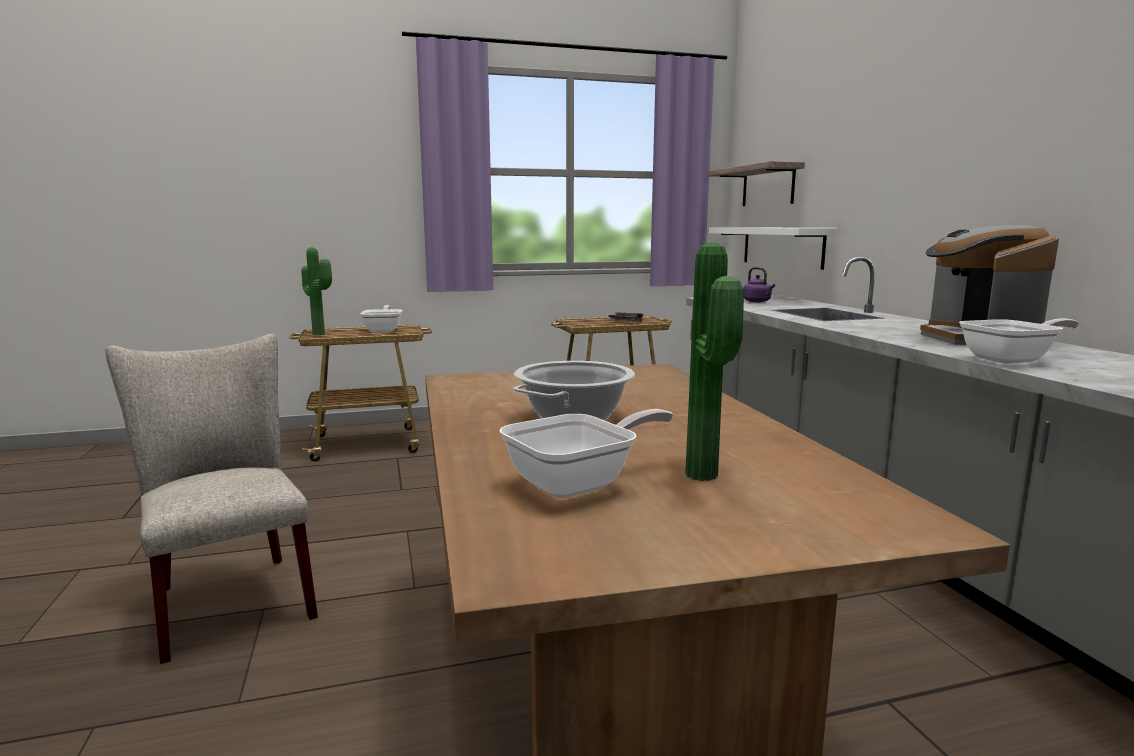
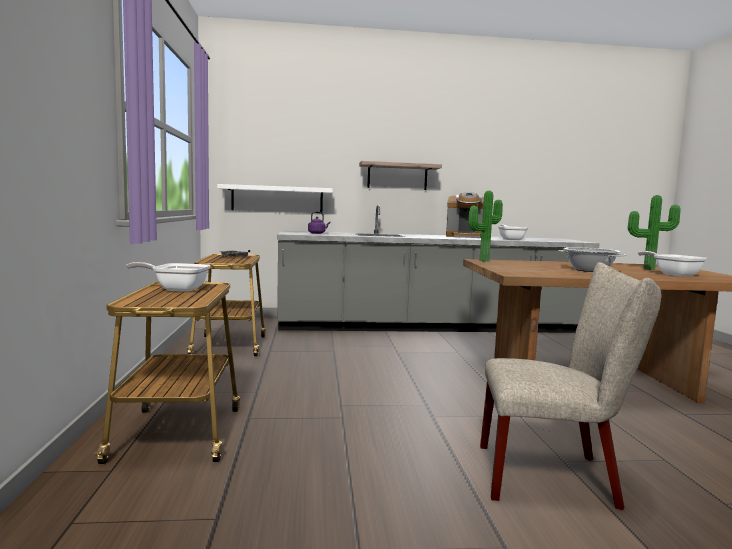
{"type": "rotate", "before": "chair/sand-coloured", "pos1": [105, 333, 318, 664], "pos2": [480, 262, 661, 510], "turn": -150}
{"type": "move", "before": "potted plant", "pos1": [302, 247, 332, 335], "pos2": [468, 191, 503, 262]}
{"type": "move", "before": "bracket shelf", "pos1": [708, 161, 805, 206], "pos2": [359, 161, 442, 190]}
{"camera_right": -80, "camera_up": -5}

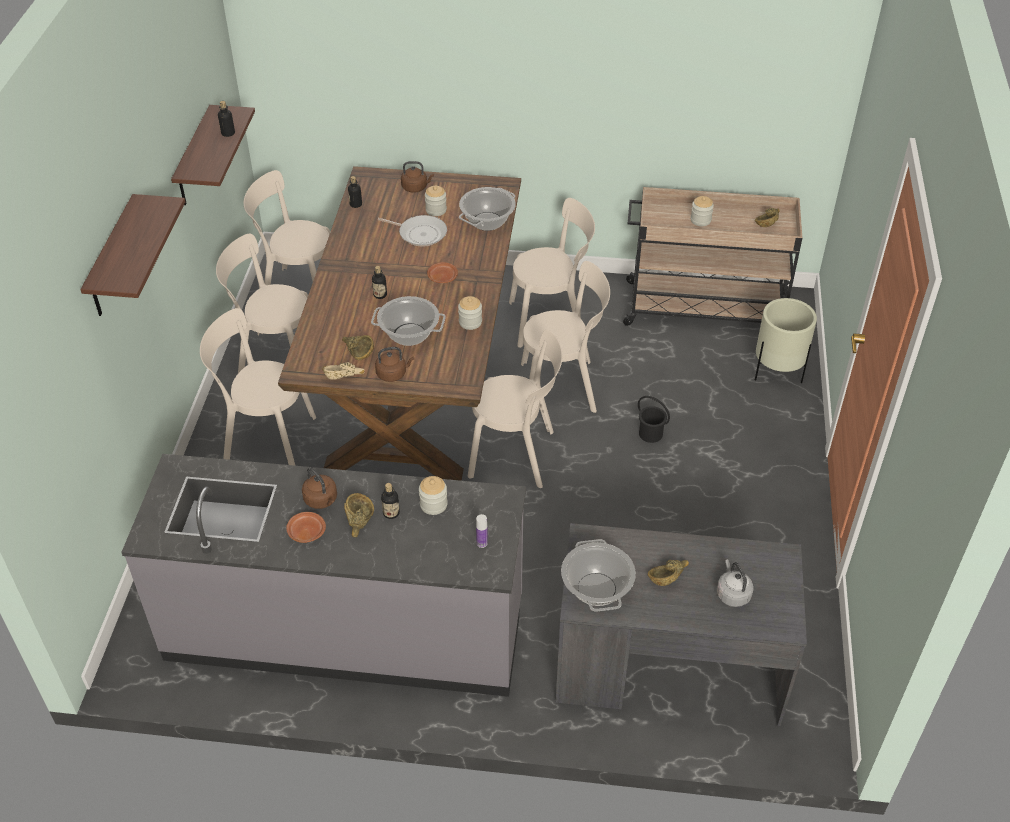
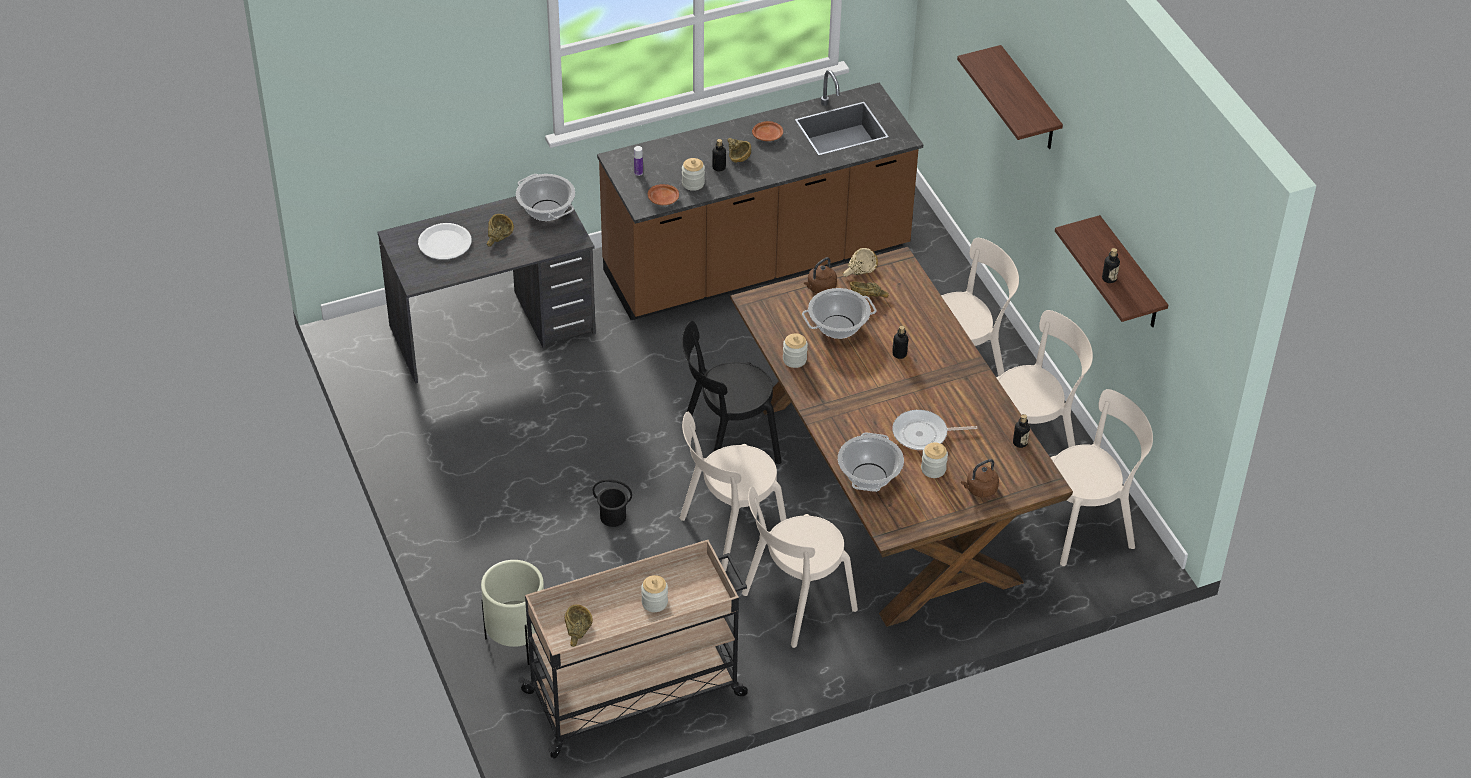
{"type": "recolor", "before": "counter/greyish", "after": "counter/brownish", "pos1": [121, 454, 526, 697], "pos2": [597, 70, 923, 320]}
{"type": "delete", "before": "kettle/brownish", "pos1": [302, 468, 337, 509]}
{"type": "move", "before": "dinner plate/brownish", "pos1": [427, 262, 458, 283], "pos2": [648, 184, 679, 205]}
{"type": "recolor", "before": "chair/sand-coloured", "after": "chair/blackish", "pos1": [468, 329, 562, 488], "pos2": [682, 321, 782, 464]}
{"type": "replace", "before": "kettle/greyish", "after": "dinner plate/white", "pos1": [717, 559, 753, 607], "pos2": [418, 223, 472, 260]}
{"camera_right": 150, "camera_up": 0}

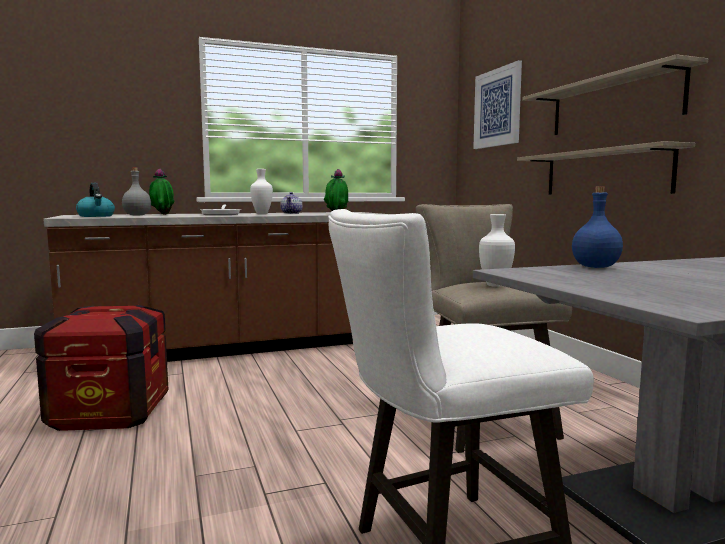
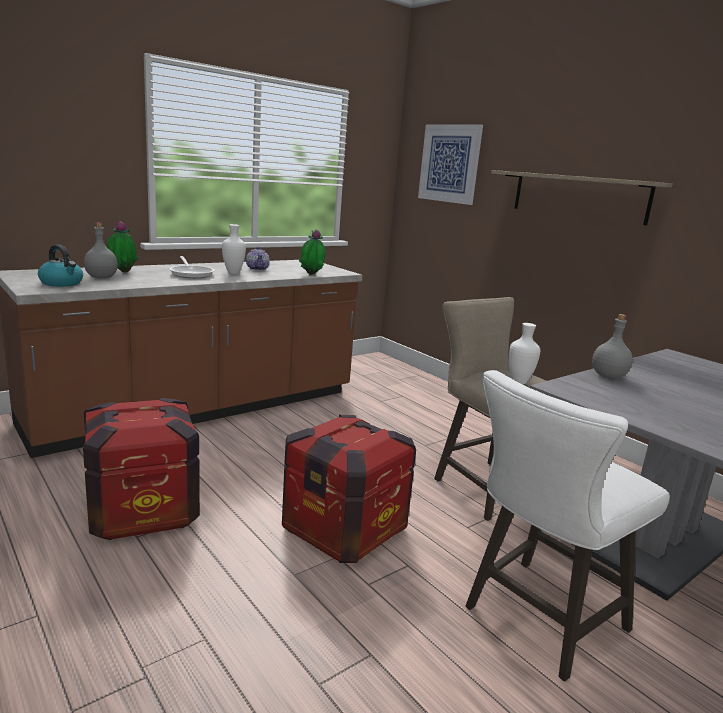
{"type": "delete", "before": "bracket shelf", "pos1": [517, 141, 695, 194]}
{"type": "recolor", "before": "bottle/bluish", "after": "bottle/greyish", "pos1": [572, 186, 623, 268], "pos2": [592, 314, 633, 379]}
{"type": "insert", "after": "shipping crate", "pos2": [282, 415, 416, 563]}
{"camera_right": -20, "camera_up": 10}

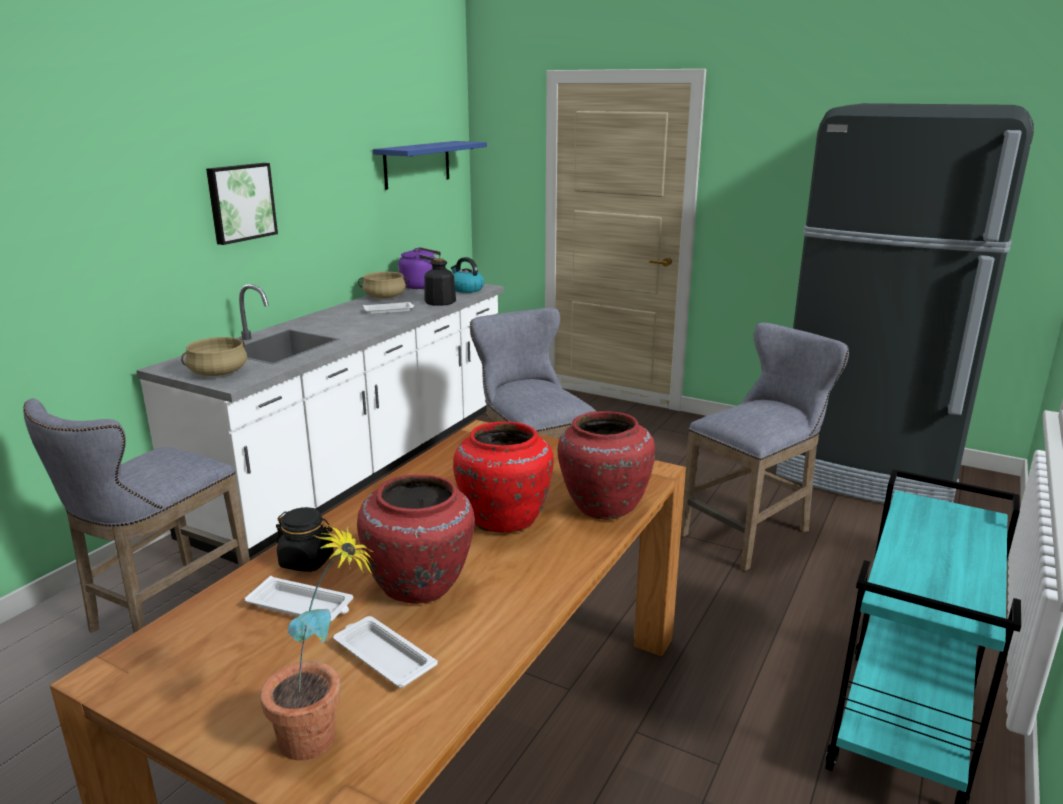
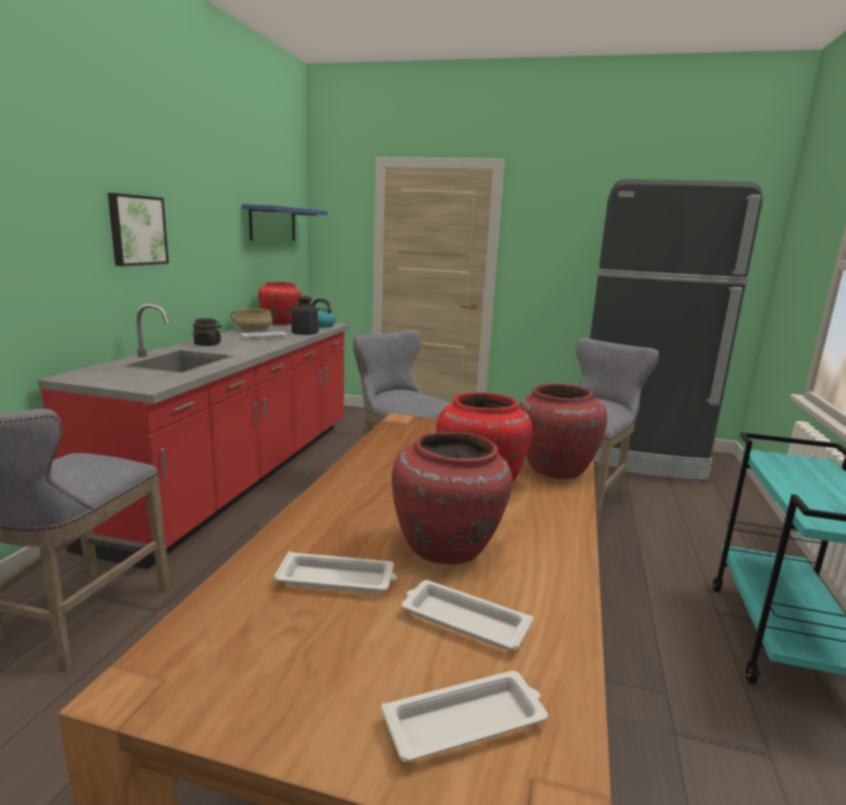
{"type": "recolor", "before": "counter/white", "after": "counter/reddish", "pos1": [136, 284, 504, 564], "pos2": [38, 303, 350, 569]}
{"type": "delete", "before": "cooking pot/sand-coloured", "pos1": [181, 337, 247, 376]}
{"type": "replace", "before": "potted plant", "after": "carrying tray/white", "pos1": [260, 523, 375, 760], "pos2": [381, 671, 548, 762]}
{"type": "move", "before": "preserve jar/blackish", "pos1": [276, 507, 334, 572], "pos2": [192, 318, 222, 346]}
{"type": "replace", "before": "kettle/purple-coloured", "after": "vase/reddish", "pos1": [398, 247, 441, 289], "pos2": [258, 282, 301, 325]}
{"camera_right": -15, "camera_up": -5}

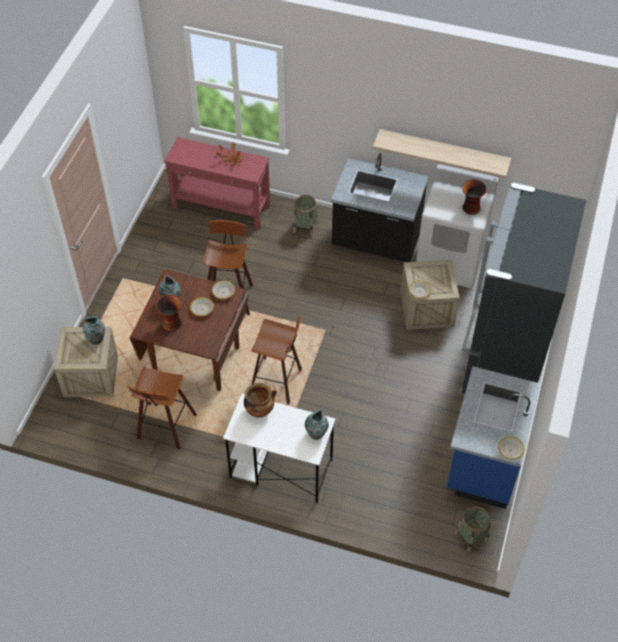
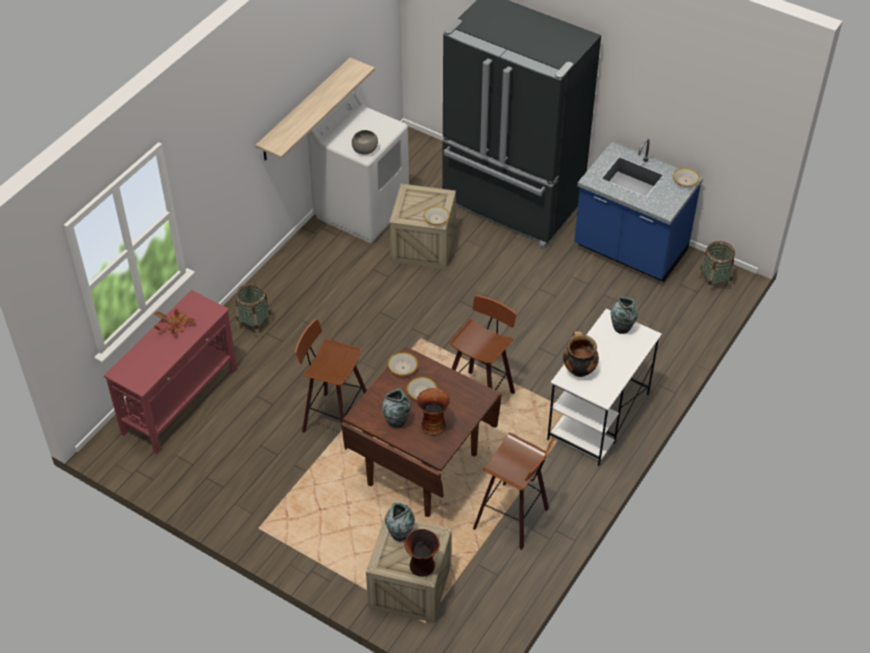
{"type": "delete", "before": "counter/blackish", "pos1": [331, 153, 429, 262]}
{"type": "move", "before": "vase", "pos1": [462, 179, 487, 215], "pos2": [404, 529, 440, 577]}
{"type": "insert", "after": "deep dish/greyish", "pos2": [352, 130, 378, 155]}
{"camera_right": -75, "camera_up": -5}

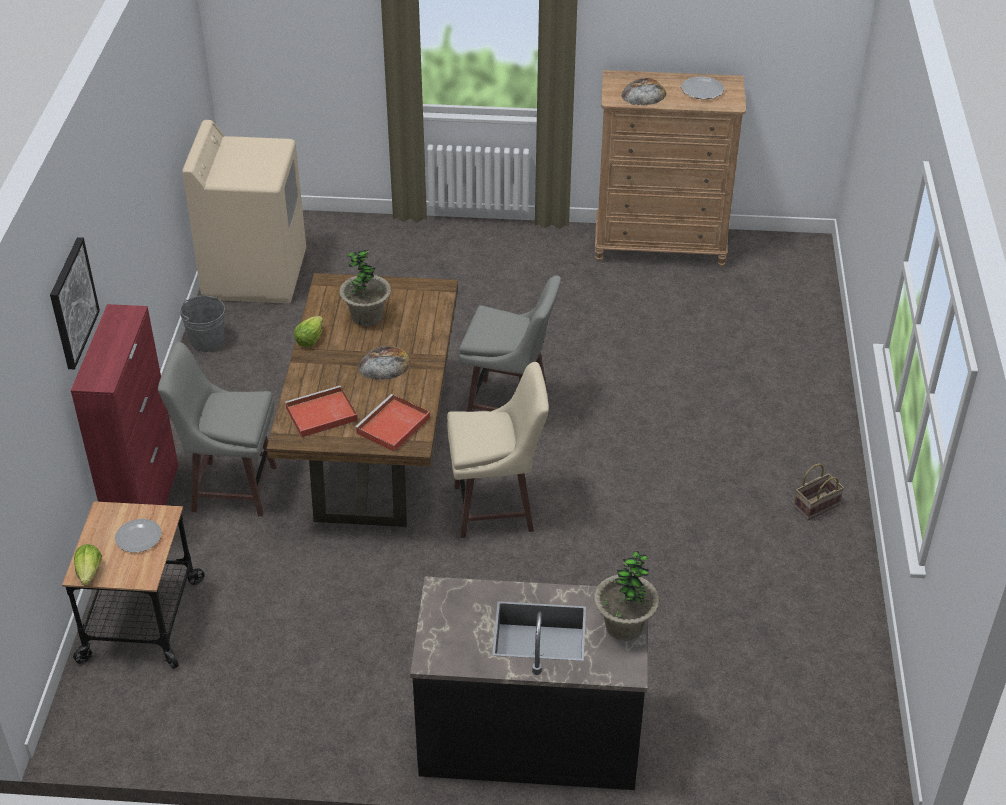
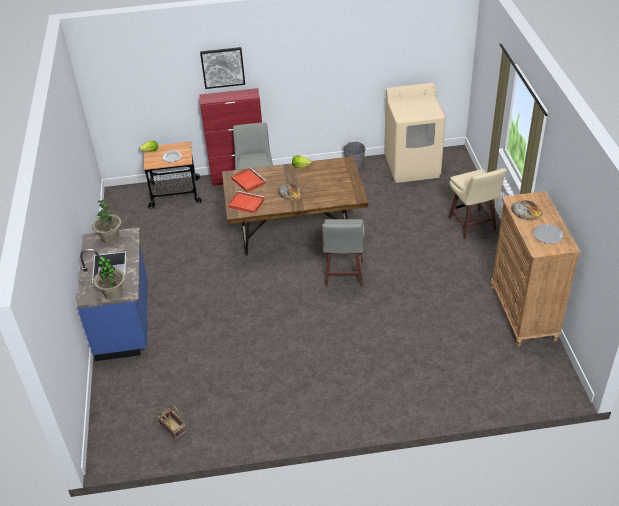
{"type": "move", "before": "potted plant", "pos1": [339, 249, 391, 326], "pos2": [92, 200, 121, 244]}
{"type": "recolor", "before": "counter/blackish", "after": "counter/bluish", "pos1": [410, 576, 648, 790], "pos2": [77, 228, 147, 361]}
{"type": "move", "before": "sitting stool/sand-coloured", "pos1": [447, 362, 549, 538], "pos2": [448, 168, 507, 239]}
{"type": "move", "before": "household basket", "pos1": [794, 463, 844, 520], "pos2": [158, 405, 186, 440]}
{"camera_right": 80, "camera_up": 0}

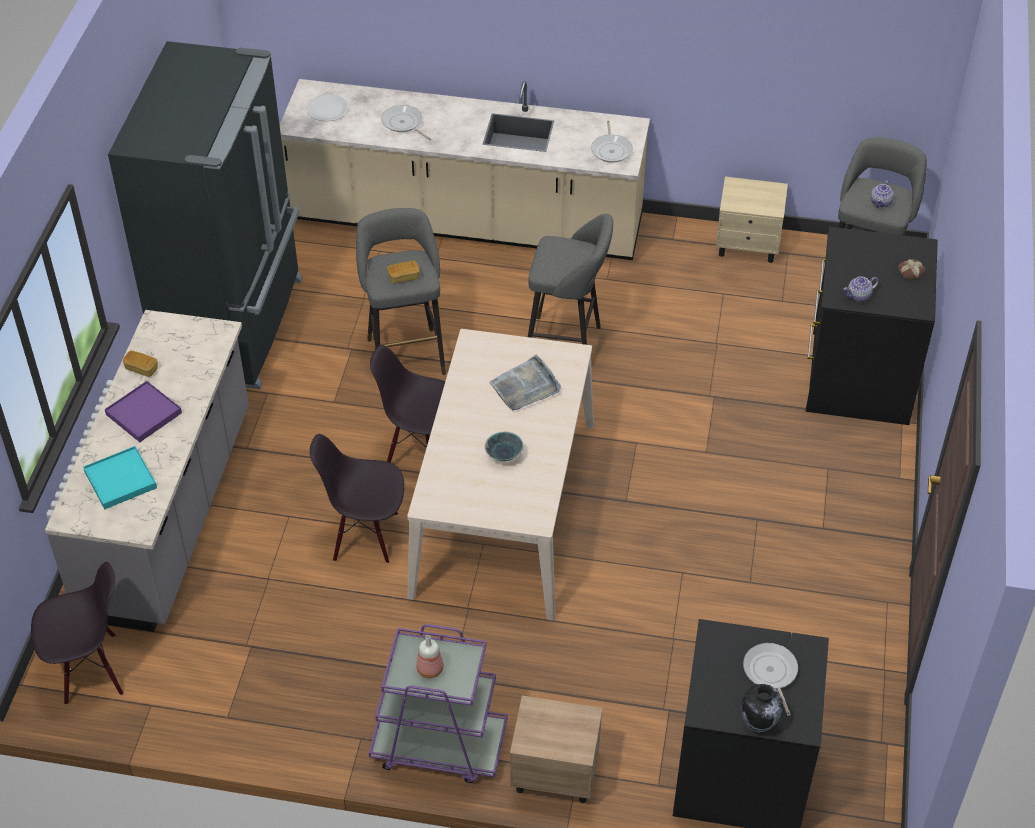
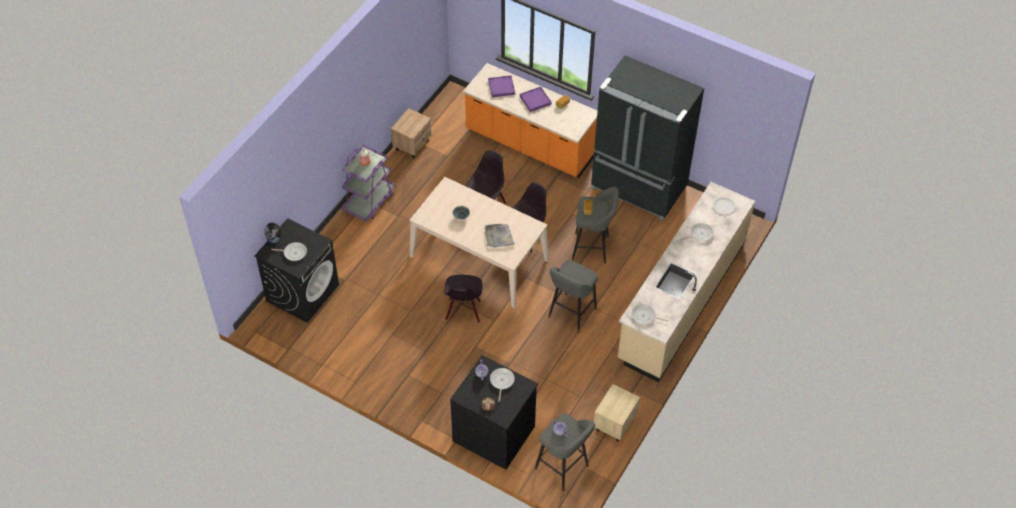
{"type": "move", "before": "chair/blackish", "pos1": [31, 562, 123, 705], "pos2": [445, 275, 483, 323]}
{"type": "recolor", "before": "counter/greyish", "after": "counter/orange", "pos1": [45, 310, 249, 632], "pos2": [463, 63, 597, 178]}
{"type": "recolor", "before": "carrying tray/turquoise-coloured", "after": "carrying tray/purple-coloured", "pos1": [83, 446, 157, 509], "pos2": [488, 76, 515, 97]}
{"type": "move", "before": "bedside table/sand-coloured", "pos1": [510, 696, 603, 803], "pos2": [391, 108, 432, 159]}
{"type": "insert", "after": "pan", "pos2": [490, 368, 515, 402]}
{"camera_right": 110, "camera_up": 5}

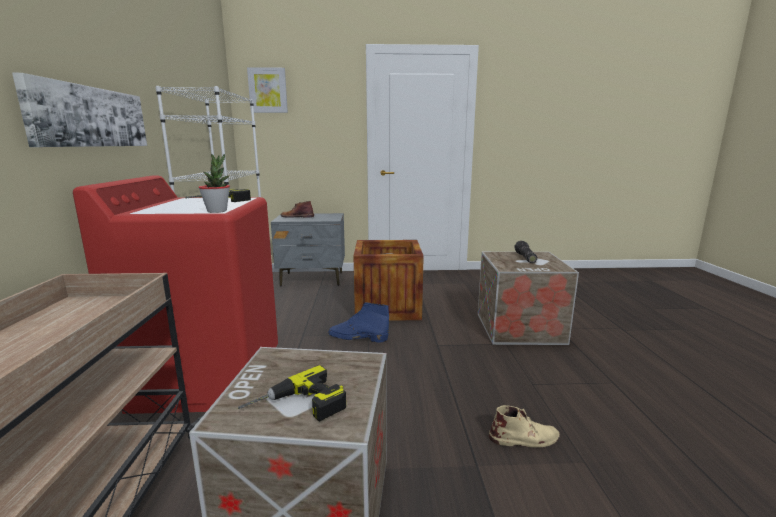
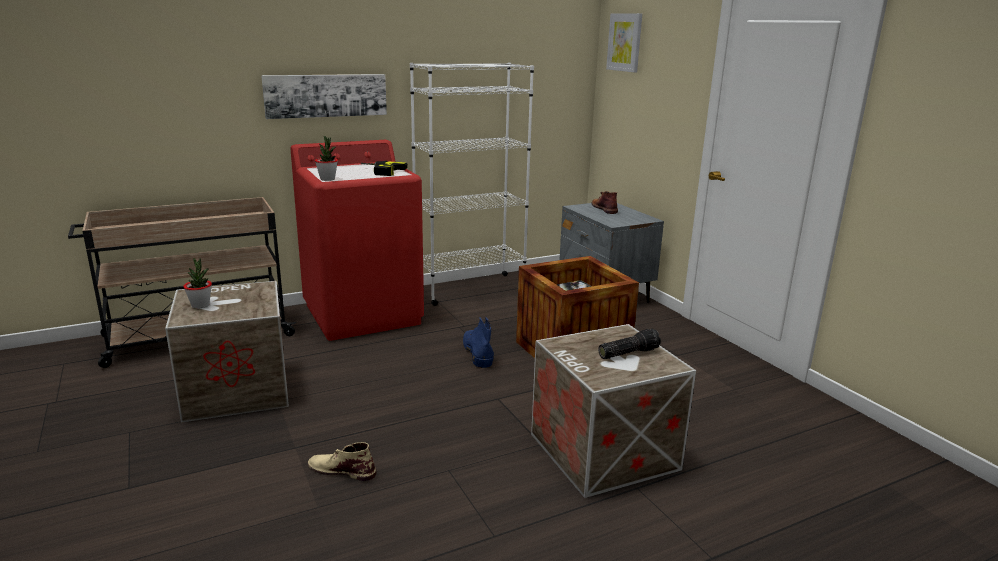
{"type": "replace", "before": "drill", "after": "potted plant", "pos1": [238, 365, 346, 421], "pos2": [183, 258, 212, 308]}
{"type": "rotate", "before": "tall boot/sand-coloured", "pos1": [489, 405, 560, 448], "pos2": [308, 442, 376, 481], "turn": 135}
{"camera_right": 65, "camera_up": 5}

